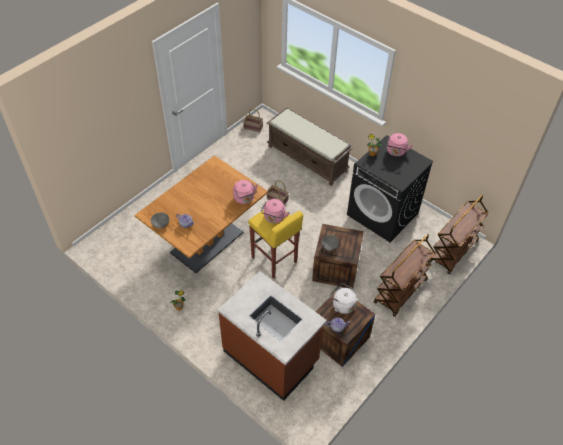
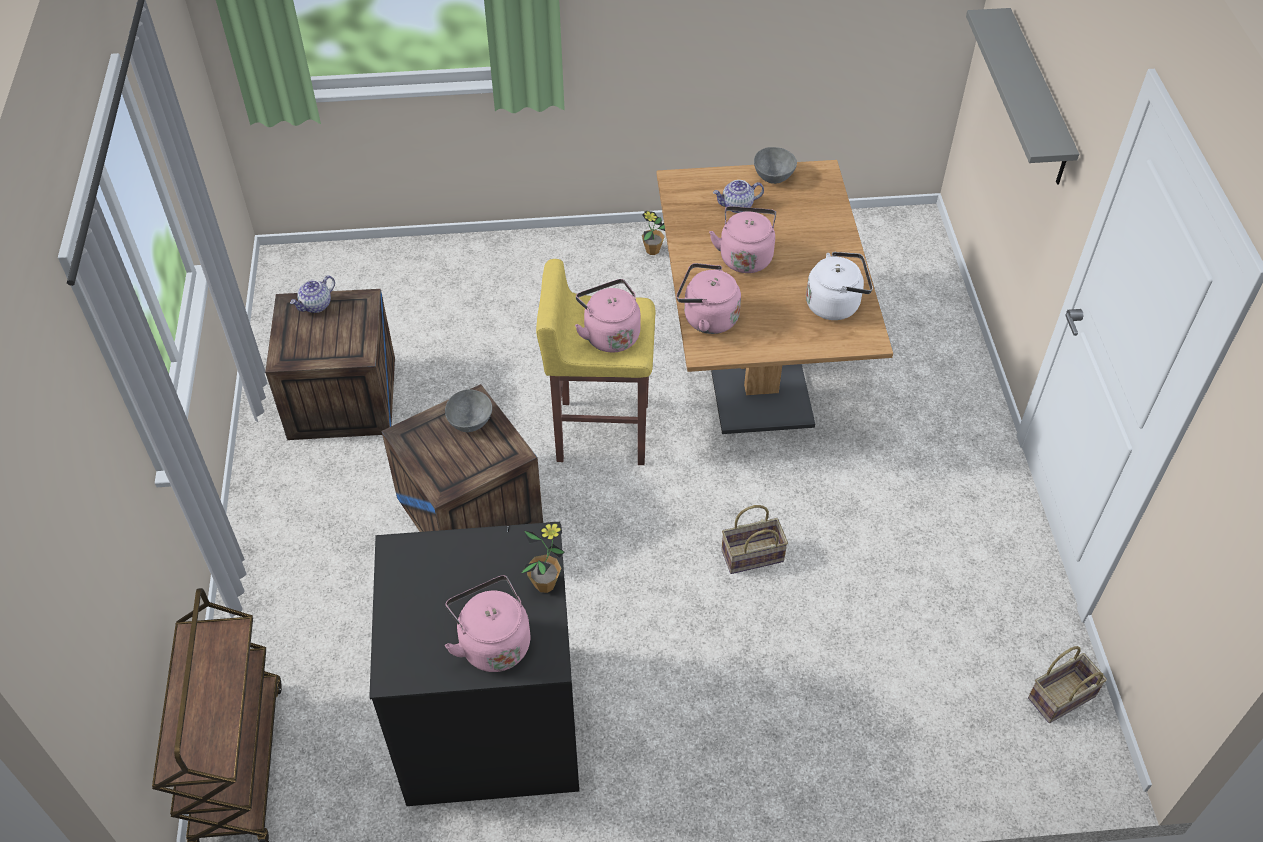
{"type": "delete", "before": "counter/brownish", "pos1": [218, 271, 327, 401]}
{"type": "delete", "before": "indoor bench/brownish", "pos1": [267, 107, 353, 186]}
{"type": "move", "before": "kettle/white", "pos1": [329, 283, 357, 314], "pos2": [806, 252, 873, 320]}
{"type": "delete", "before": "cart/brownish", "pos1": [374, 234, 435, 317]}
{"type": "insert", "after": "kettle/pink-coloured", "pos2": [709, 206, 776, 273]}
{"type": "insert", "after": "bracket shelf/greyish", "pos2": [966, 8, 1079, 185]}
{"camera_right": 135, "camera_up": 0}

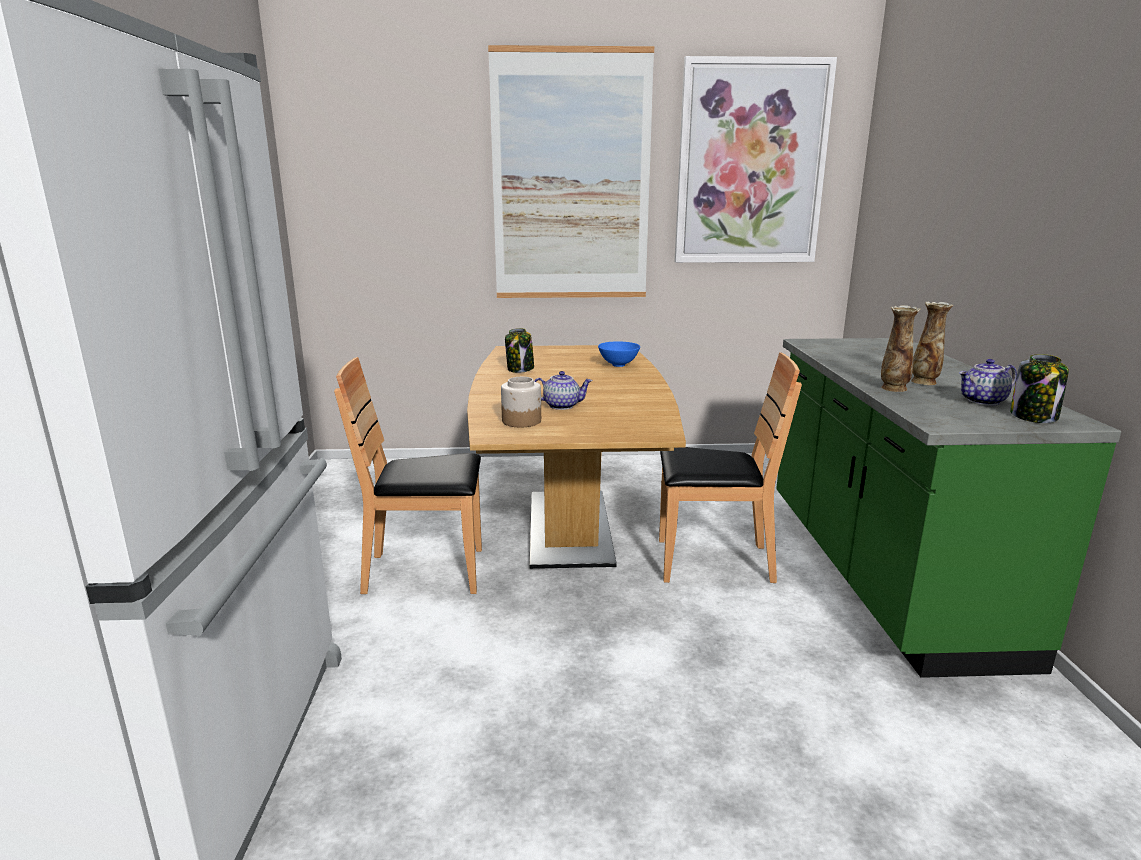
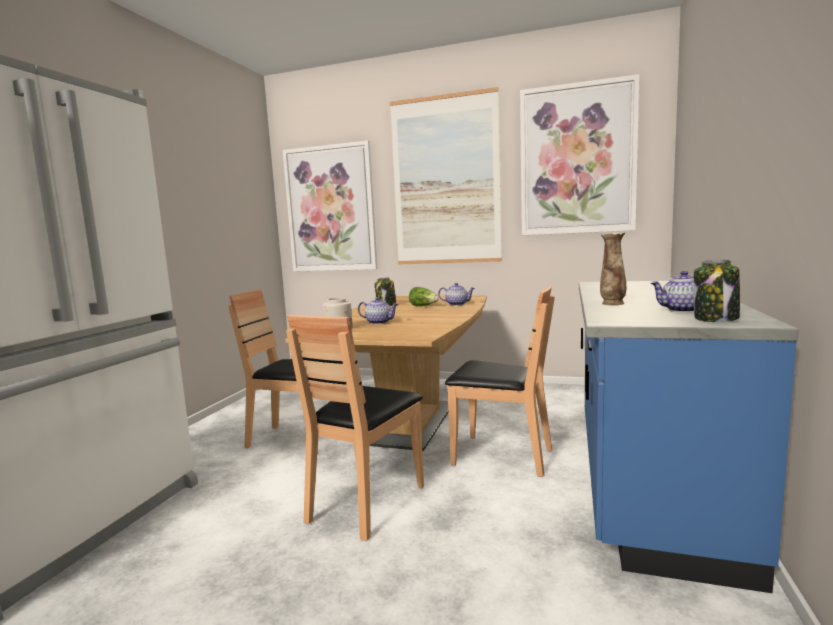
{"type": "replace", "before": "deep dish/bluish", "after": "teapot", "pos1": [598, 341, 640, 367], "pos2": [438, 283, 475, 306]}
{"type": "recolor", "before": "counter/green-coloured", "after": "counter/bluish", "pos1": [776, 338, 1121, 678], "pos2": [579, 281, 798, 593]}
{"type": "delete", "before": "vase", "pos1": [911, 302, 954, 385]}
{"type": "insert", "after": "wall art", "pos2": [282, 140, 377, 272]}
{"type": "insert", "after": "chair/brownish", "pos2": [286, 314, 424, 541]}
{"type": "insert", "after": "lettuce head", "pos2": [409, 287, 439, 306]}
{"camera_right": 20, "camera_up": -10}

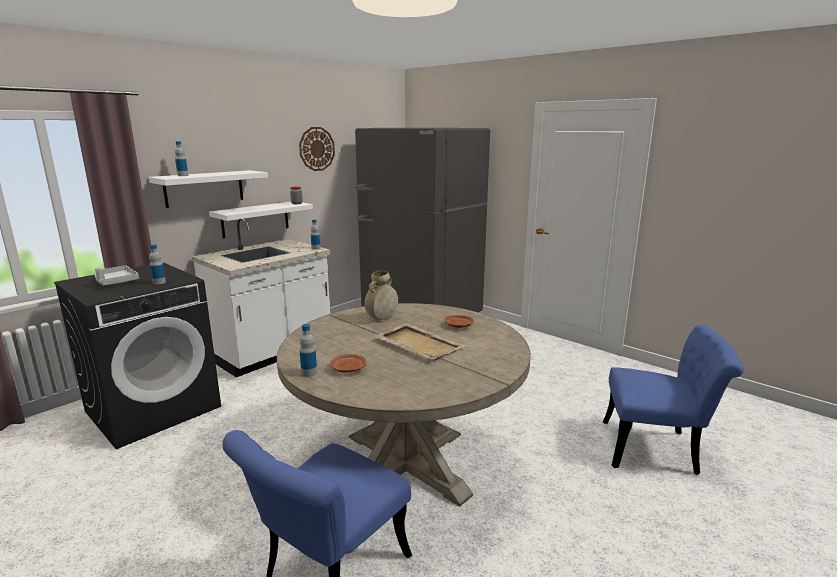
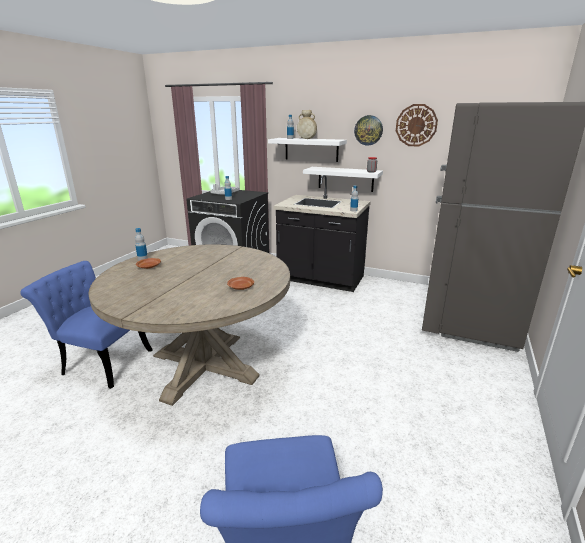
{"type": "recolor", "before": "counter/white", "after": "counter/blackish", "pos1": [192, 219, 330, 377], "pos2": [273, 175, 371, 292]}
{"type": "move", "before": "vase/sand-coloured", "pos1": [364, 271, 398, 320], "pos2": [297, 110, 317, 139]}
{"type": "delete", "before": "carrying tray/sand-coloured", "pos1": [374, 323, 467, 360]}
{"type": "insert", "after": "clock on the wall", "pos2": [354, 115, 383, 145]}
{"camera_right": 70, "camera_up": 5}

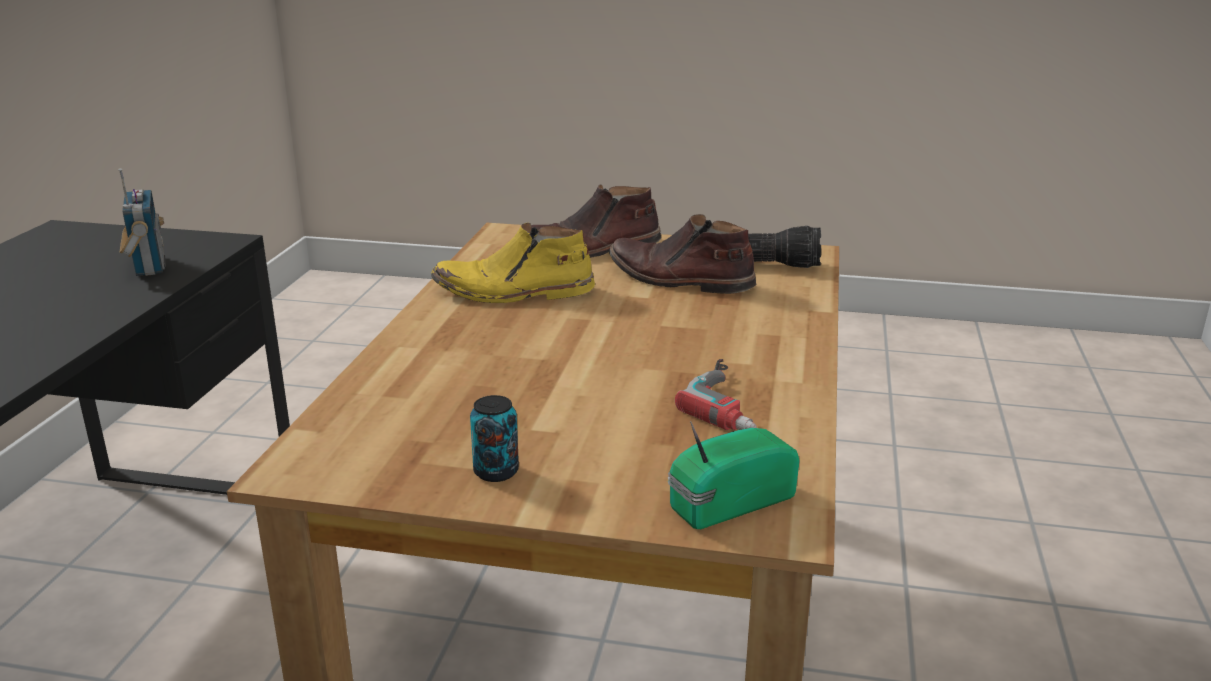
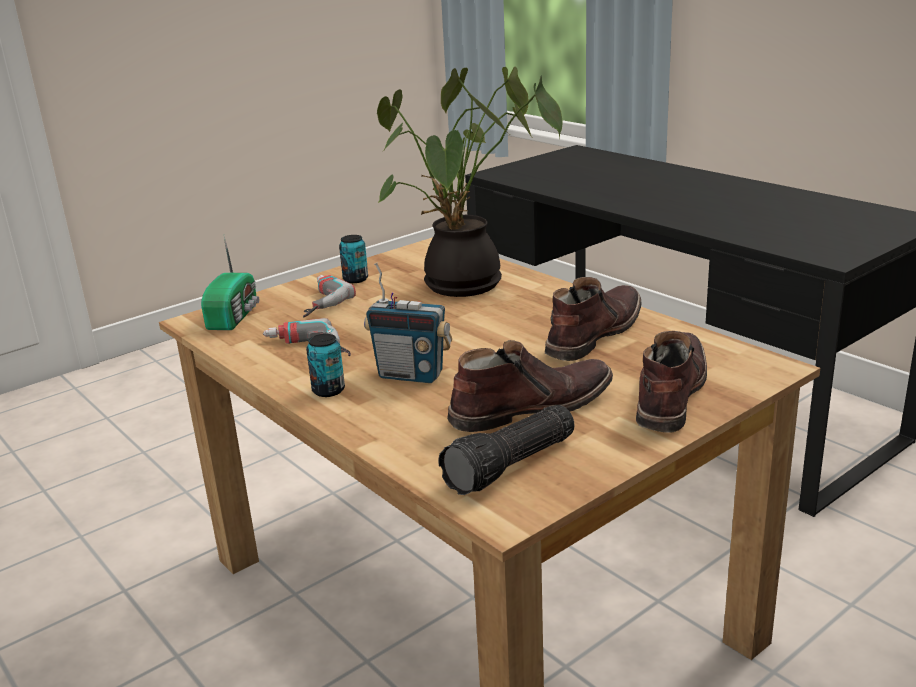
{"type": "move", "before": "radio", "pos1": [118, 168, 166, 276], "pos2": [364, 263, 452, 383]}
{"type": "recolor", "before": "tall boot/yellow", "after": "tall boot/brownish", "pos1": [431, 223, 595, 303], "pos2": [545, 277, 641, 361]}
{"type": "insert", "after": "drill", "pos2": [303, 275, 356, 318]}
{"type": "insert", "after": "metal can", "pos2": [306, 334, 345, 397]}
{"type": "insert", "after": "potted plant", "pos2": [377, 67, 563, 297]}
{"camera_right": 130, "camera_up": 0}

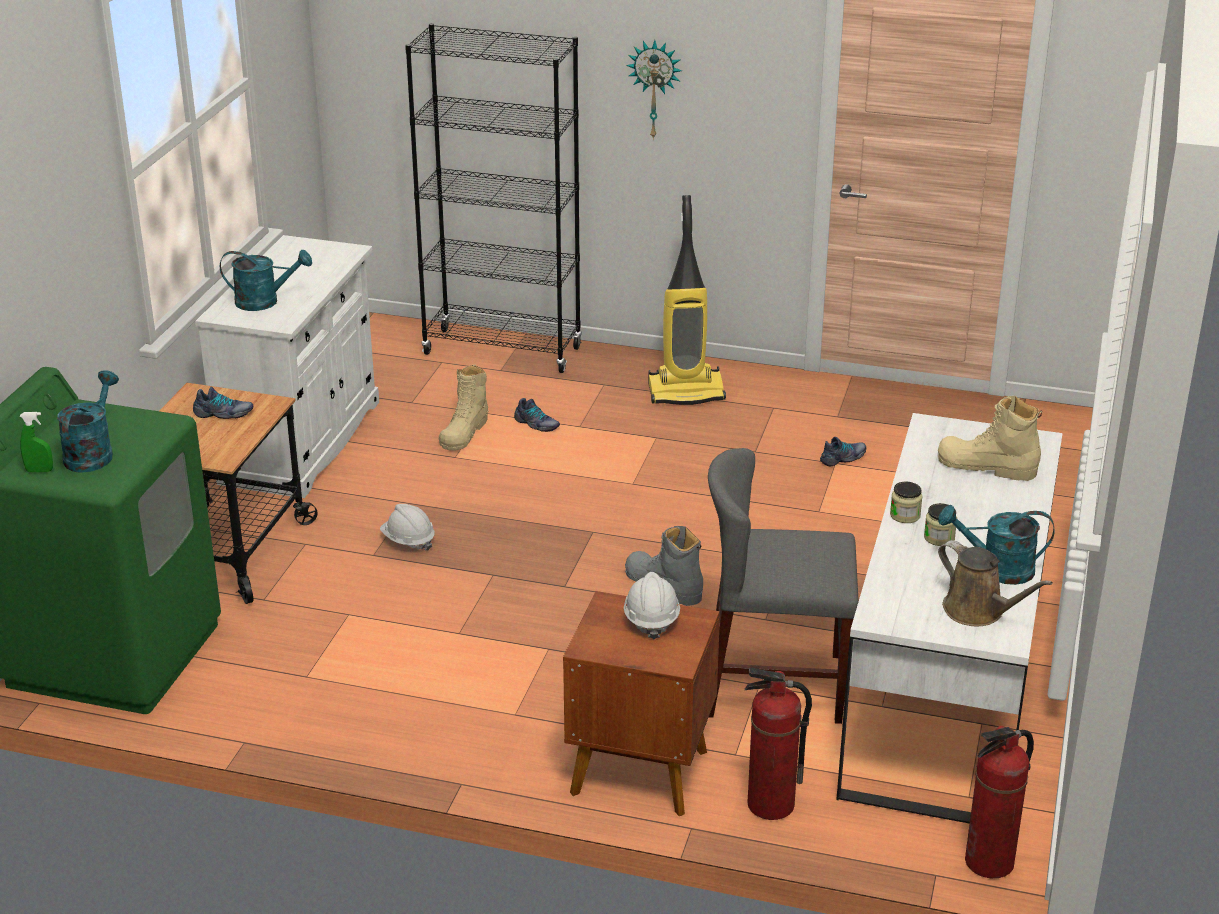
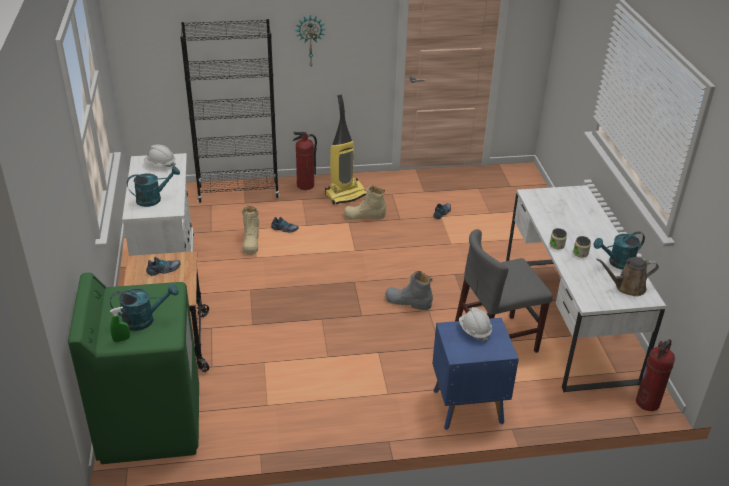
{"type": "rotate", "before": "watering can/turquoise-coloured", "pos1": [57, 370, 119, 473], "pos2": [110, 284, 179, 331], "turn": 90}
{"type": "move", "before": "hard hat/white", "pos1": [380, 504, 435, 551], "pos2": [144, 145, 176, 167]}
{"type": "recolor", "before": "bedside table/brownish", "after": "bedside table/bluish", "pos1": [563, 591, 720, 816], "pos2": [432, 318, 519, 430]}
{"type": "move", "before": "fire extinguisher", "pos1": [745, 668, 812, 820], "pos2": [293, 132, 317, 190]}
{"type": "move", "before": "tall boot/sand-coloured", "pos1": [938, 396, 1042, 481], "pos2": [344, 185, 386, 219]}
{"type": "rotate", "before": "watering can/brownish", "pos1": [938, 540, 1053, 626], "pos2": [596, 257, 659, 296], "turn": 150}
{"camera_right": -25, "camera_up": 5}

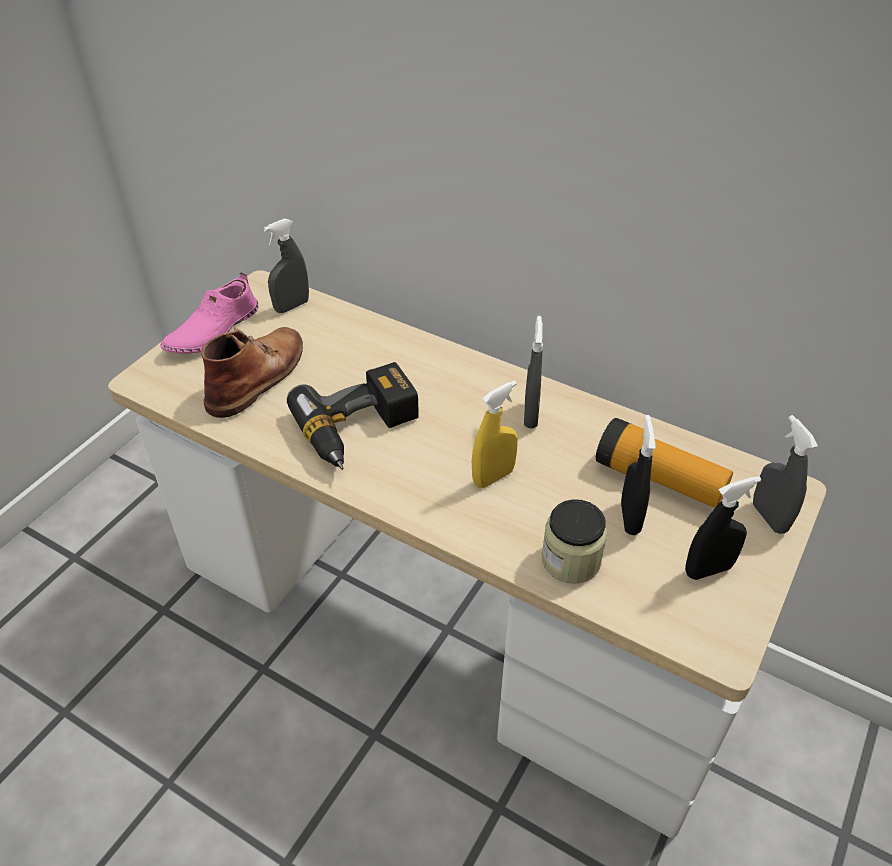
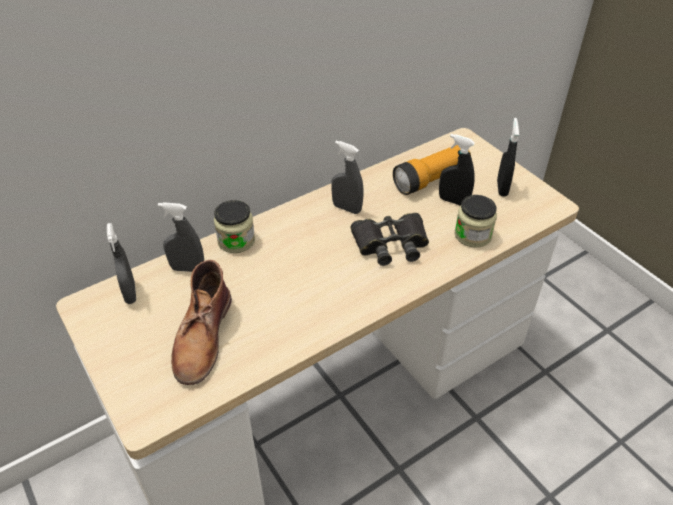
{"type": "delete", "before": "low shoe/pink-coloured", "pos1": [160, 273, 259, 354]}
{"type": "rotate", "before": "tall boot/brownish", "pos1": [201, 327, 303, 418], "pos2": [171, 260, 232, 385], "turn": -135}
{"type": "delete", "before": "drill", "pos1": [287, 362, 419, 470]}
{"type": "replace", "before": "hand sprayer/yellow", "after": "binoculars/blackish", "pos1": [472, 380, 518, 488], "pos2": [351, 213, 429, 266]}
{"type": "move", "before": "hand sprayer/greyish", "pos1": [753, 415, 818, 534], "pos2": [158, 202, 204, 272]}
{"type": "insert", "after": "preserve jar", "pos2": [214, 200, 255, 253]}
{"camera_right": -65, "camera_up": 0}

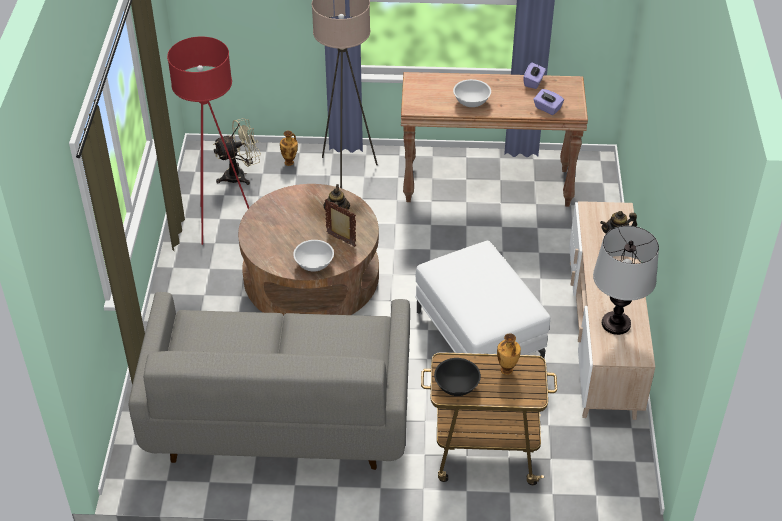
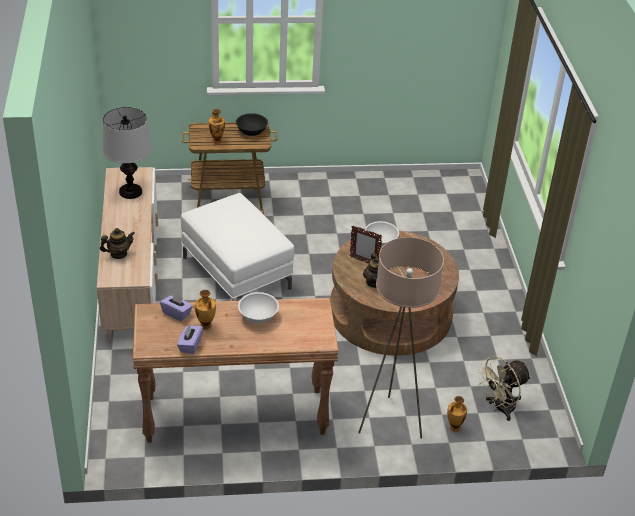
{"type": "delete", "before": "settee/greyish", "pos1": [129, 292, 410, 470]}
{"type": "delete", "before": "standing lamp/reddish", "pos1": [167, 36, 249, 245]}
{"type": "insert", "after": "vase", "pos2": [195, 290, 216, 330]}
{"camera_right": 170, "camera_up": -5}

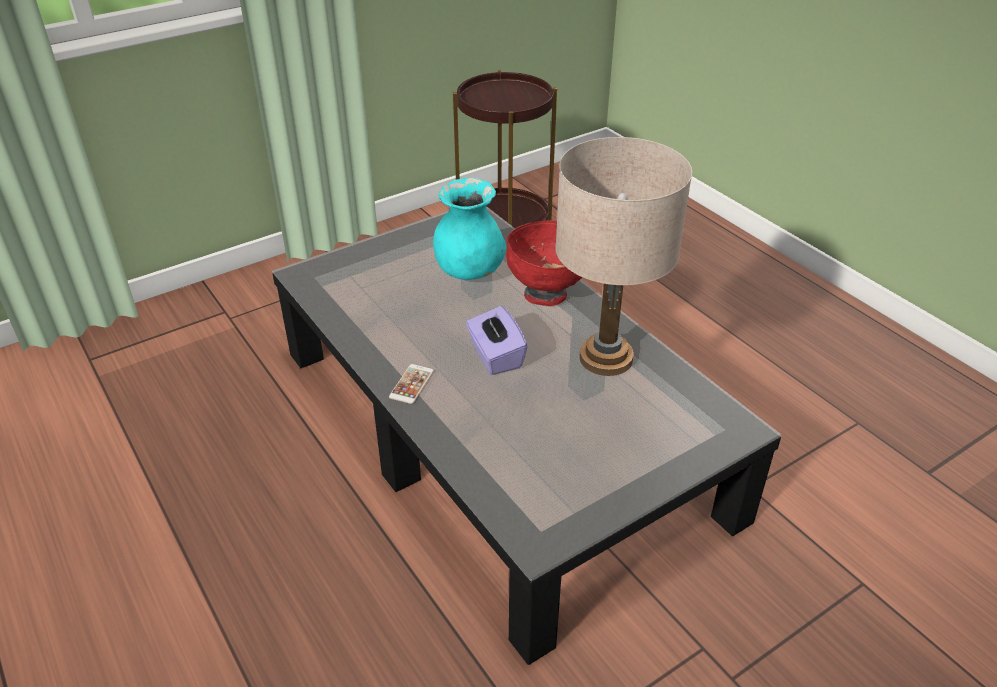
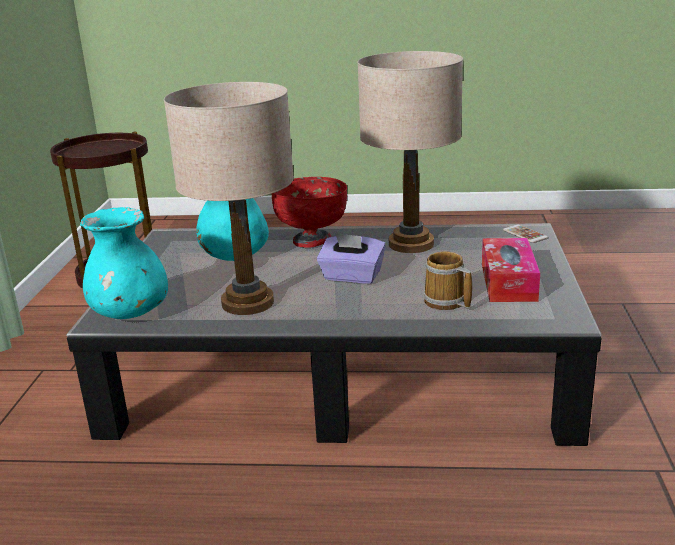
{"type": "move", "before": "telephone", "pos1": [389, 364, 434, 404], "pos2": [503, 225, 548, 243]}
{"type": "insert", "after": "vase/turquoise-coloured", "pos2": [80, 207, 168, 319]}
{"type": "insert", "after": "lamp for a table/sand-coloured", "pos2": [164, 82, 294, 315]}
{"type": "insert", "after": "mug", "pos2": [423, 251, 472, 310]}
{"type": "insert", "after": "tissue holder", "pos2": [482, 238, 540, 302]}
{"camera_right": -50, "camera_up": -15}

